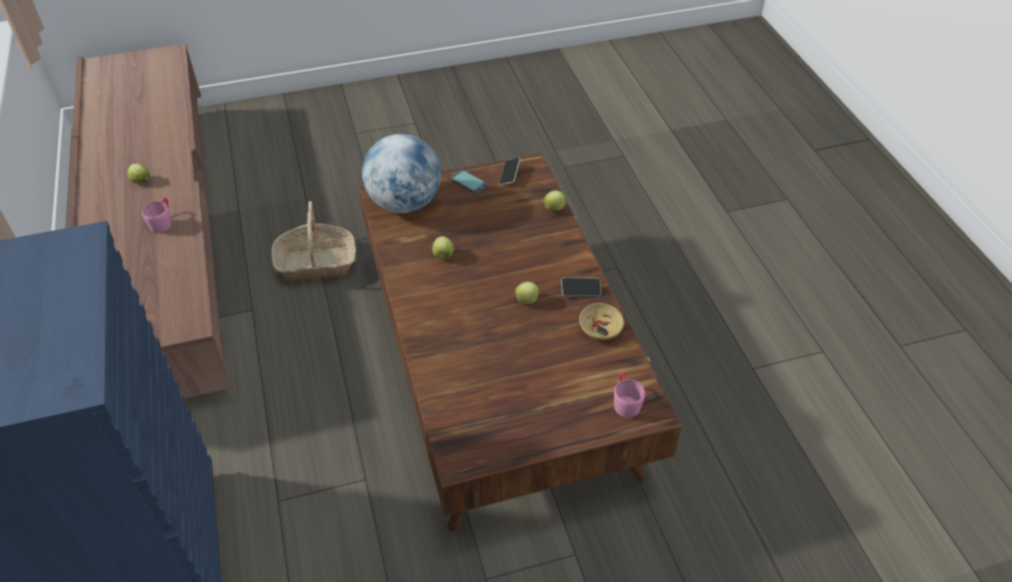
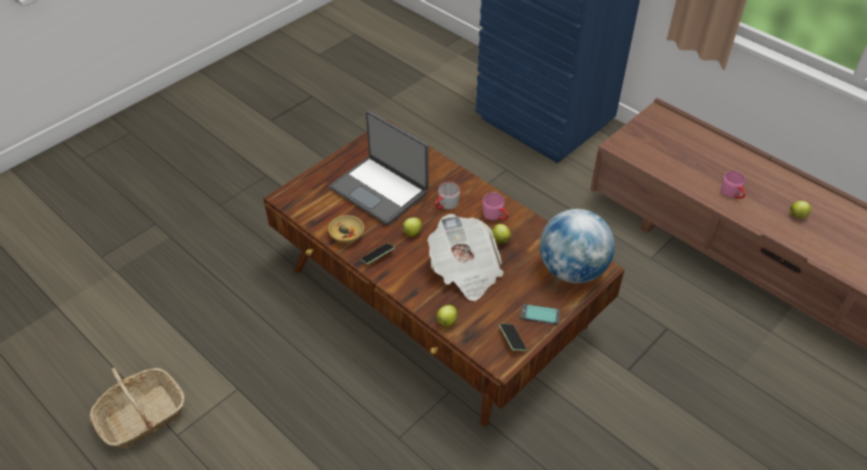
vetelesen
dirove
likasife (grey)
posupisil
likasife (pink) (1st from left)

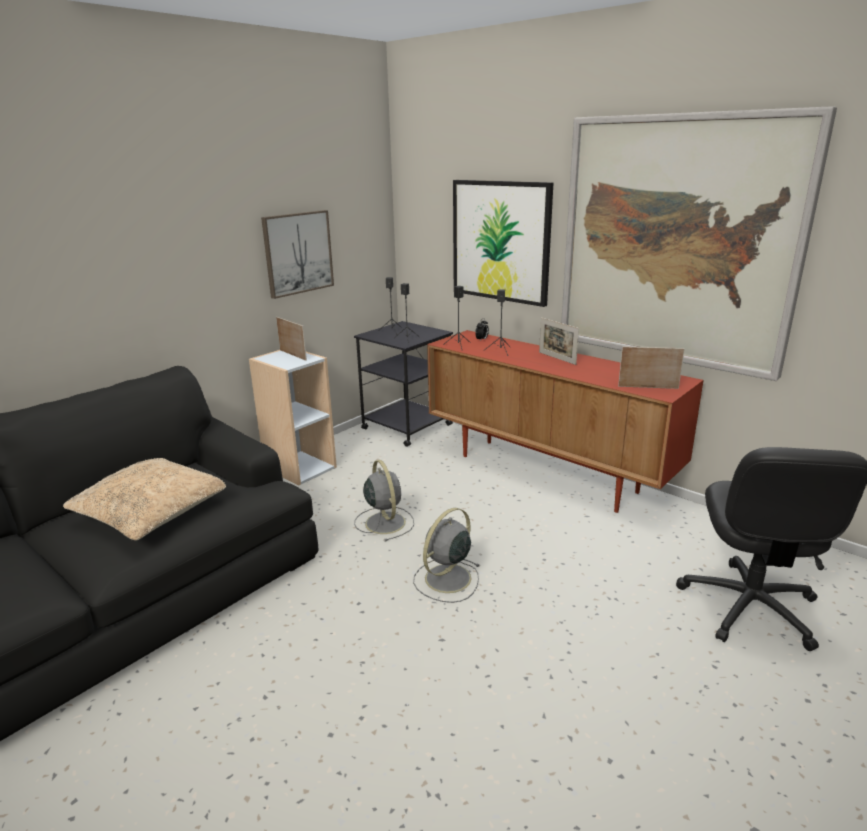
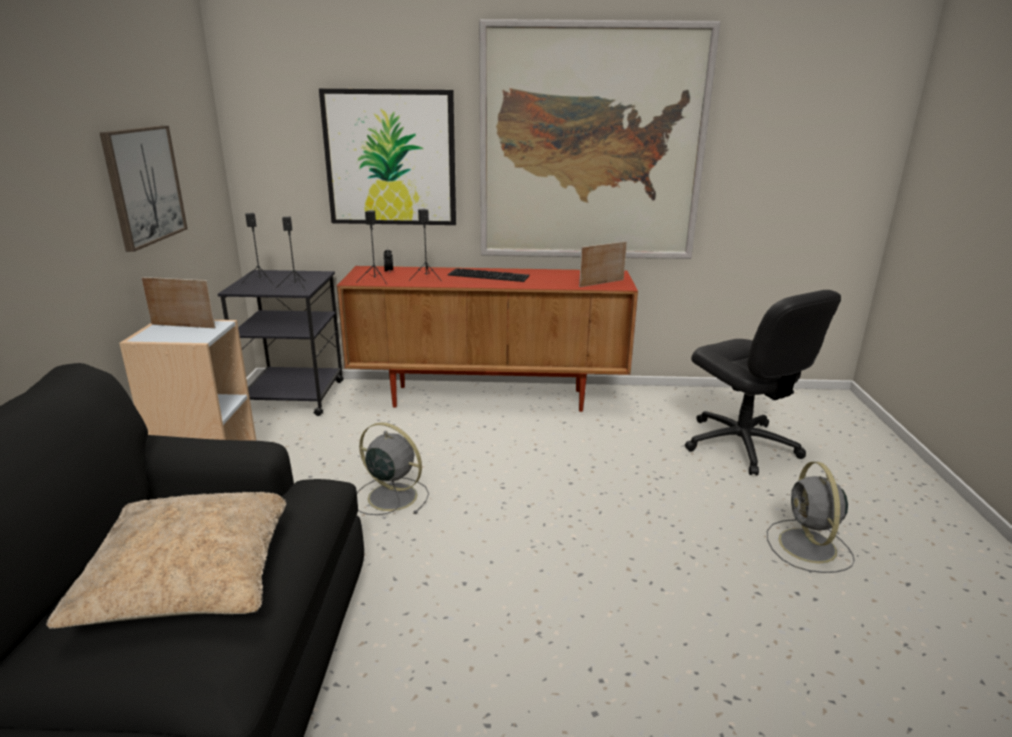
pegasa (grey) (2nd from left)
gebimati

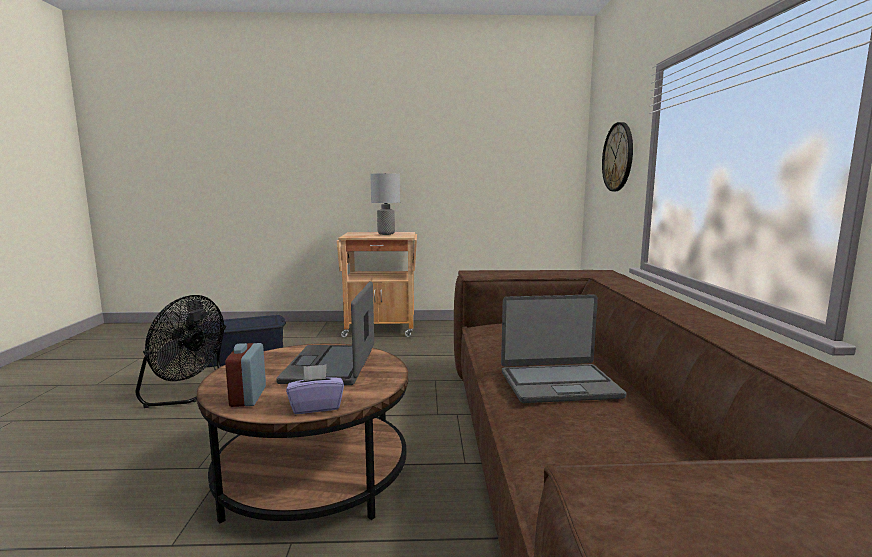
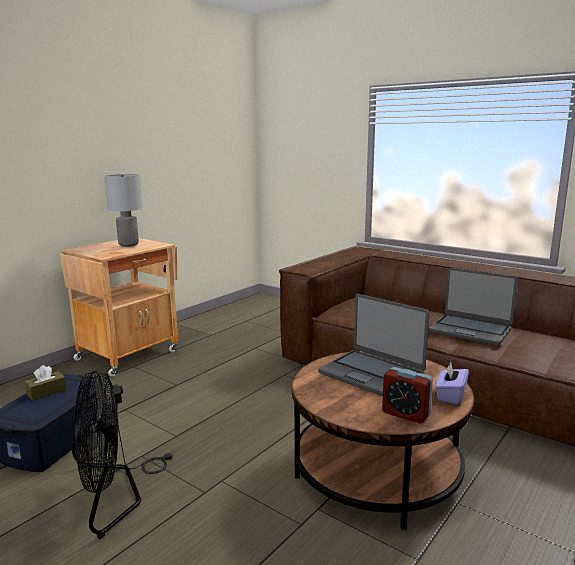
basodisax
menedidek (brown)
vetelesen (2nd from left)

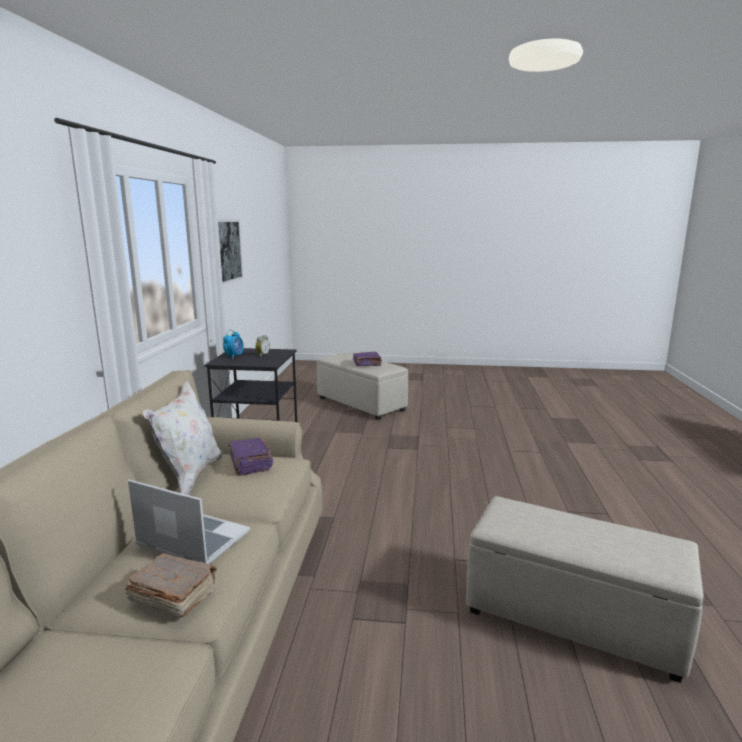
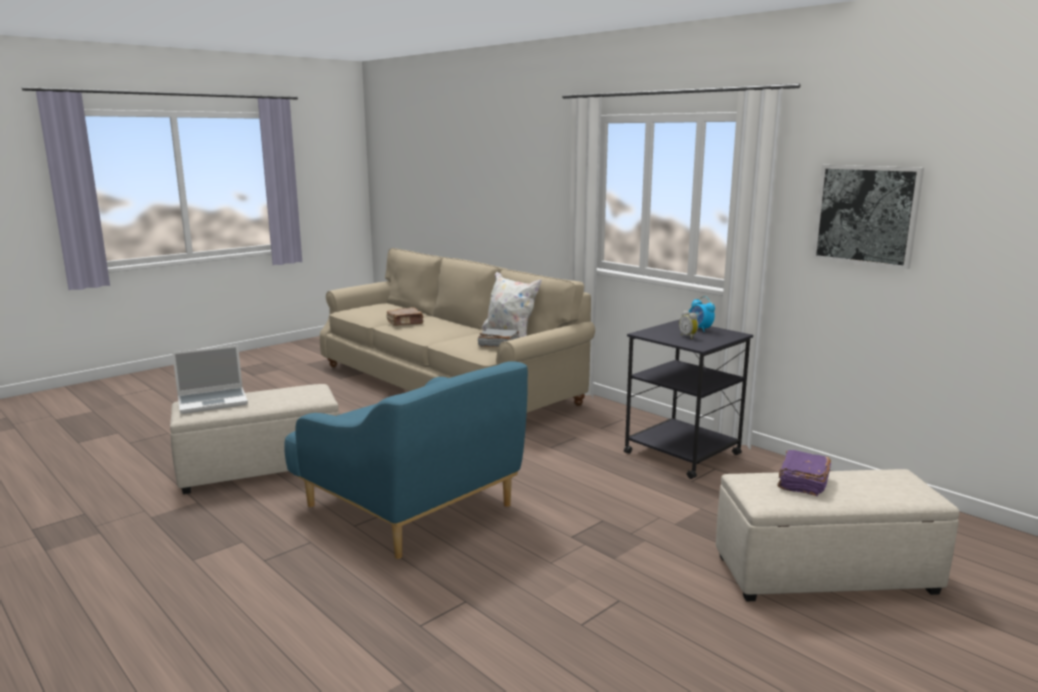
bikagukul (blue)
vetelesen
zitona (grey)

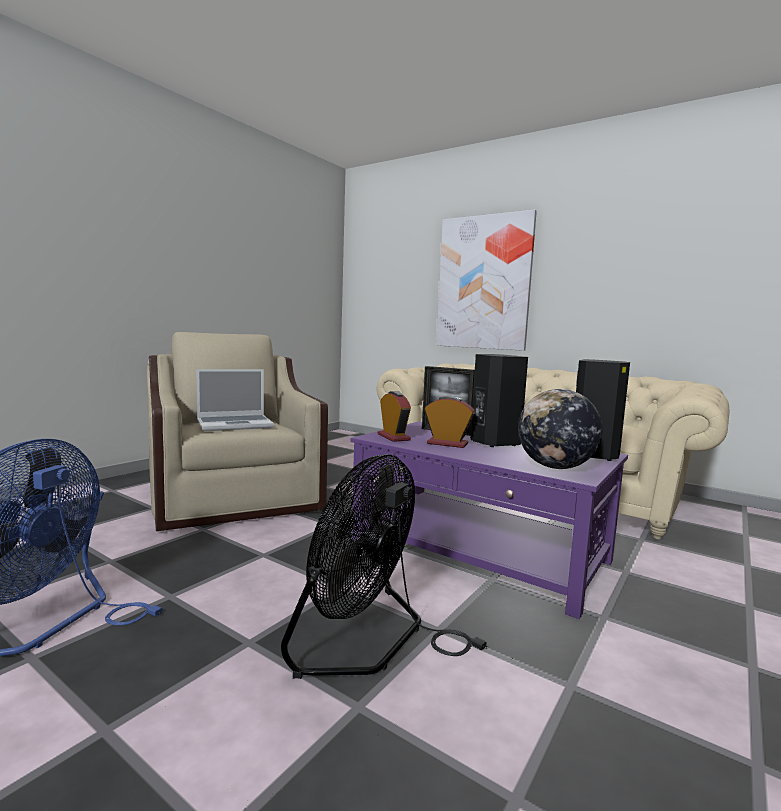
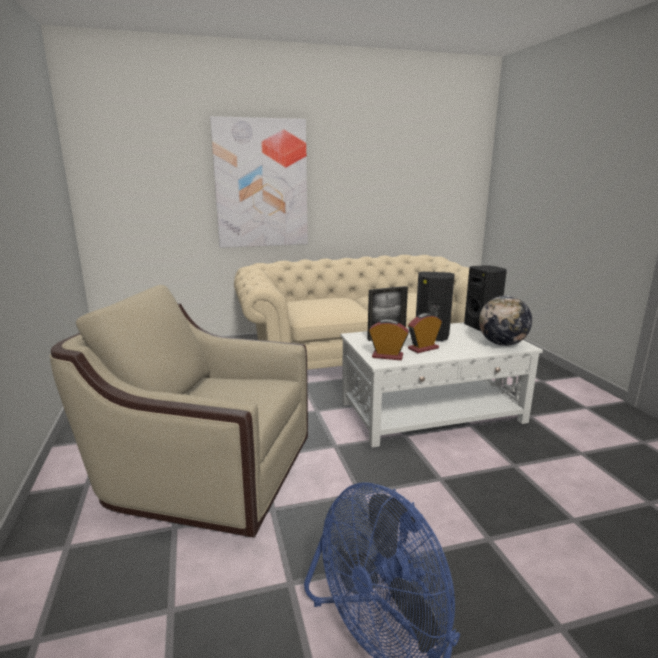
vetelesen
pegasa (black)
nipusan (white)

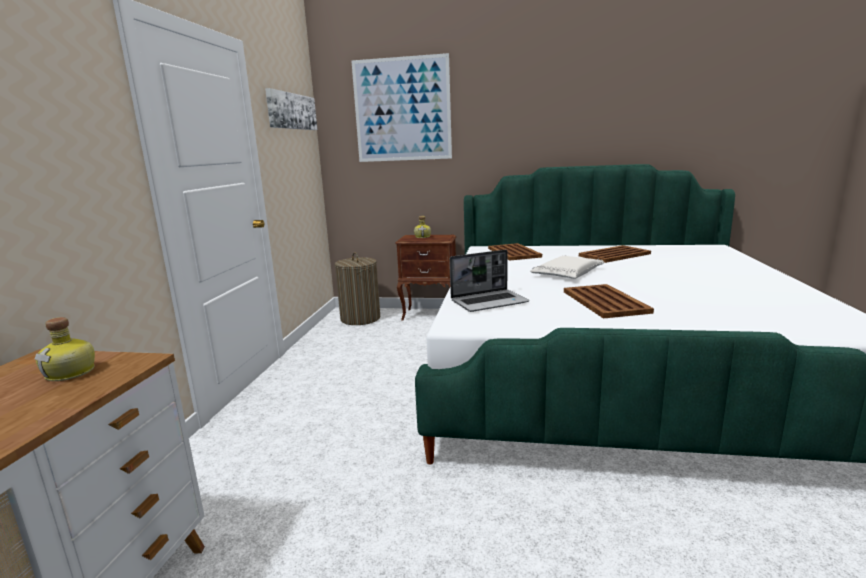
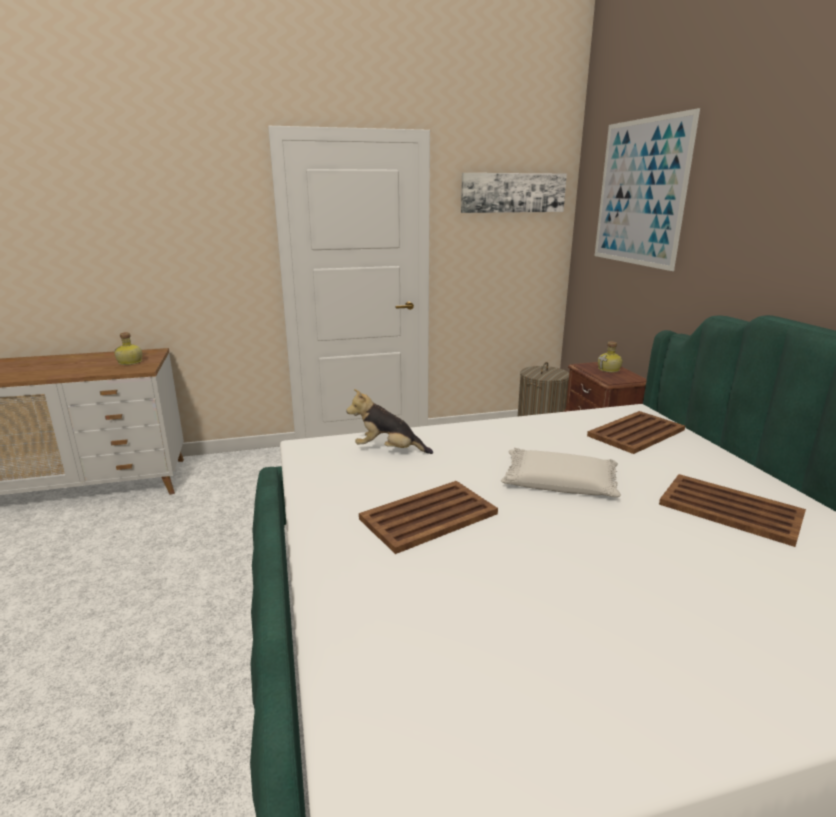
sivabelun

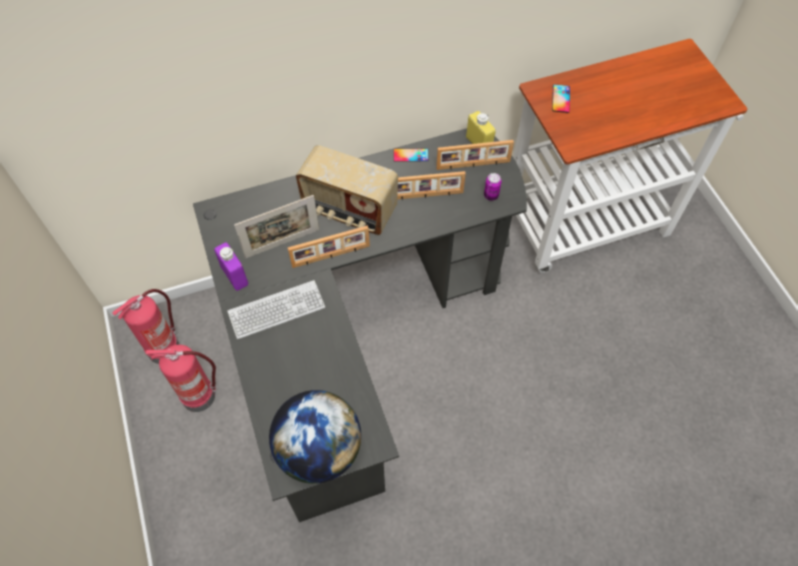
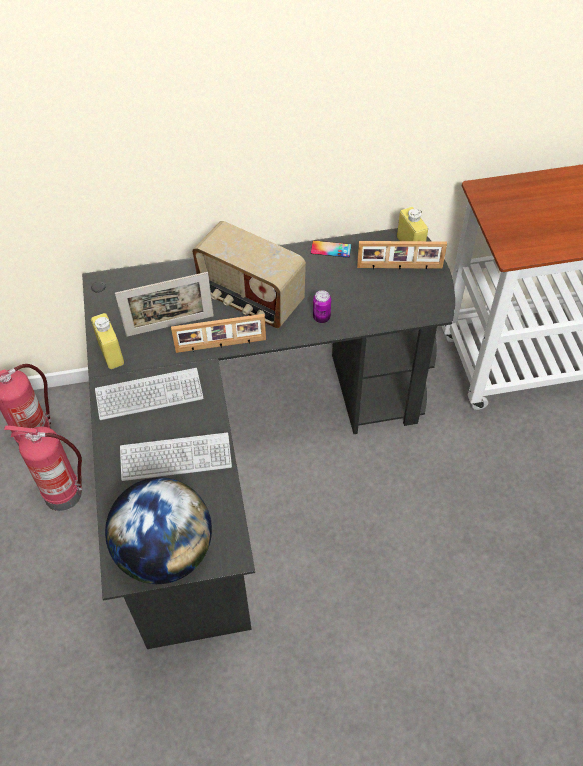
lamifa (3rd from left in the first image)
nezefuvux (2nd from left in the first image)
gebimati (2nd from left)
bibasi
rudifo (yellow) (1st from left)

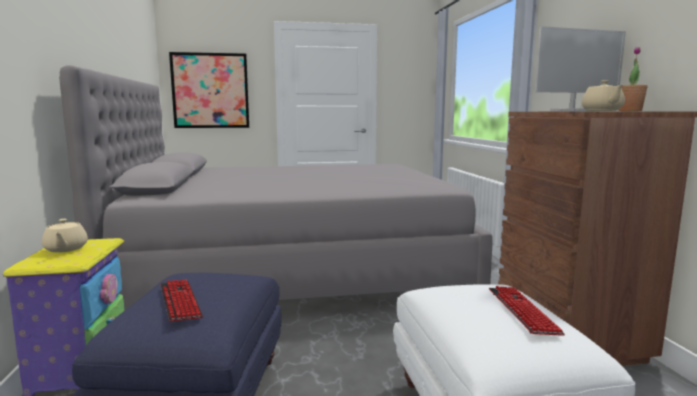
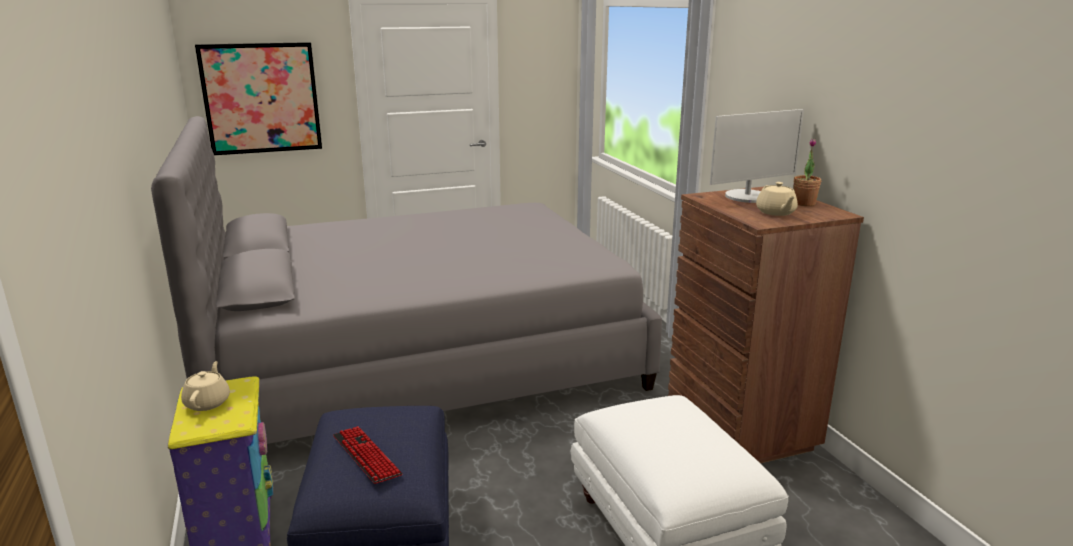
gebimati (2nd from left in the first image)
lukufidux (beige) (1st from left)

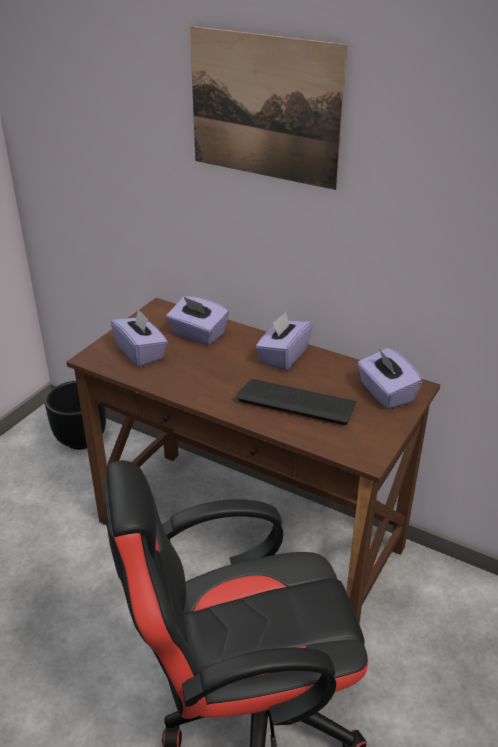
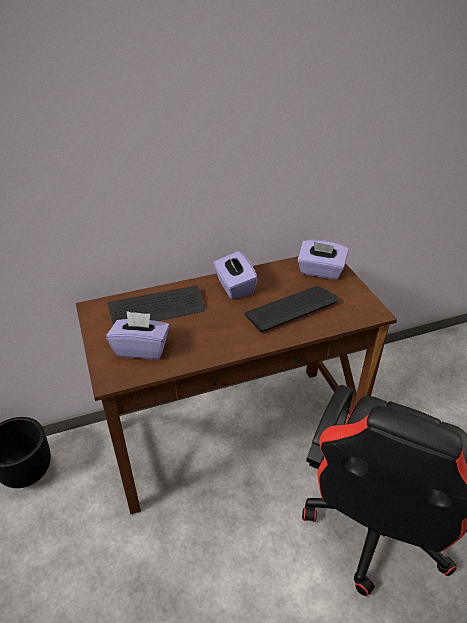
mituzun
gebimati (1st from left)

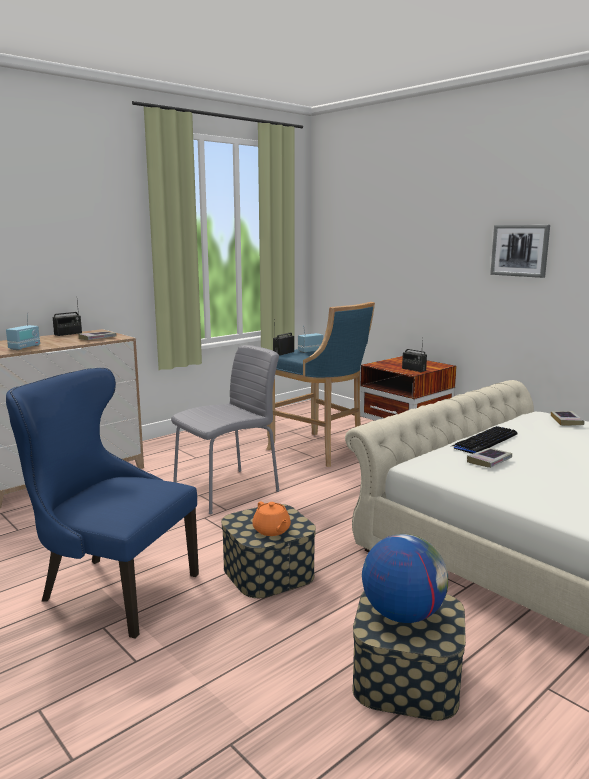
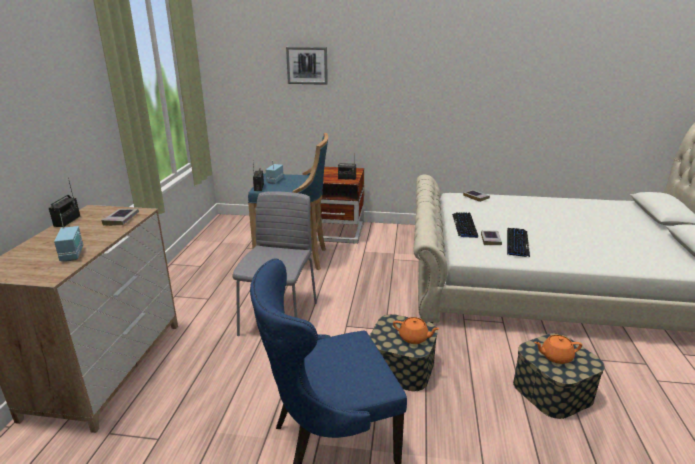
gebimati (2nd from left)
mituzun
lukufidux (orange) (2nd from left)

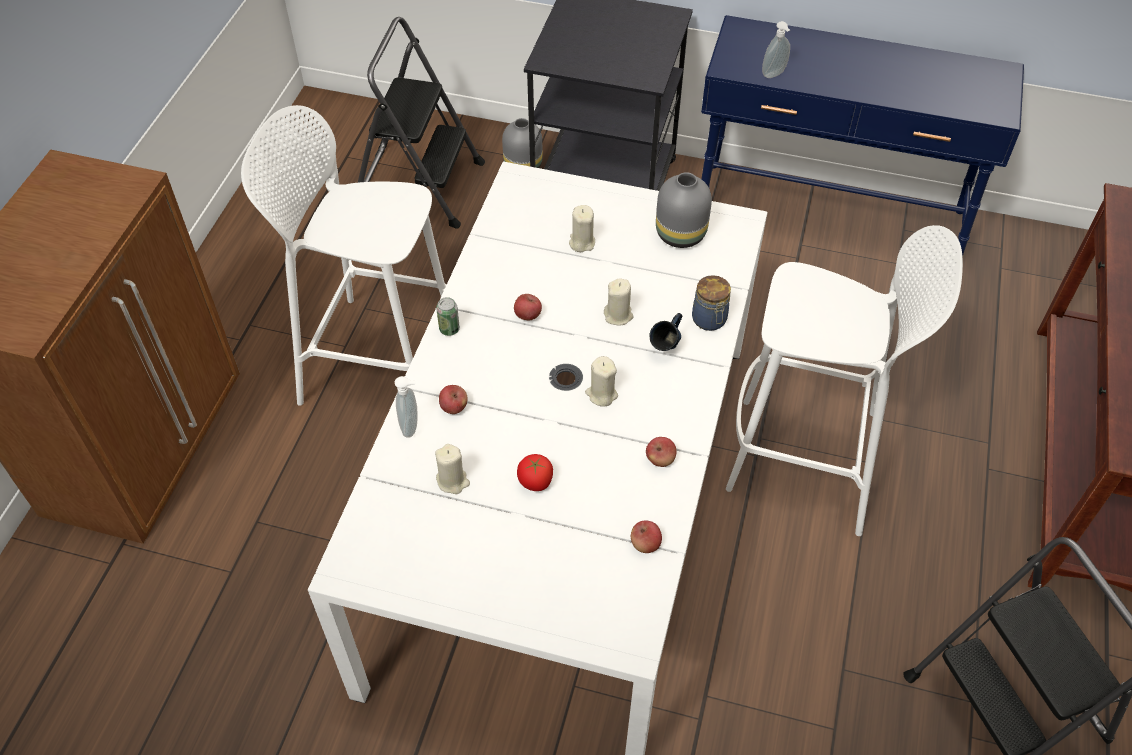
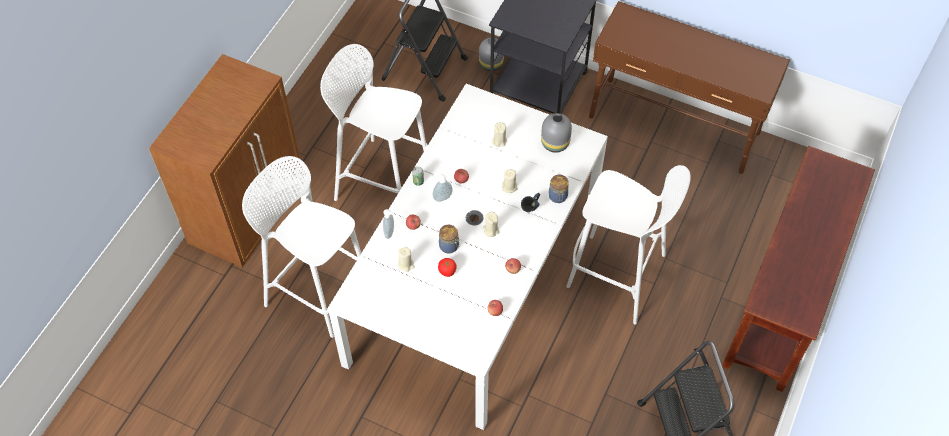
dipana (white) (1st from left)
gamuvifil (1st from left)
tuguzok (2nd from left)
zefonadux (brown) (1st from left)

